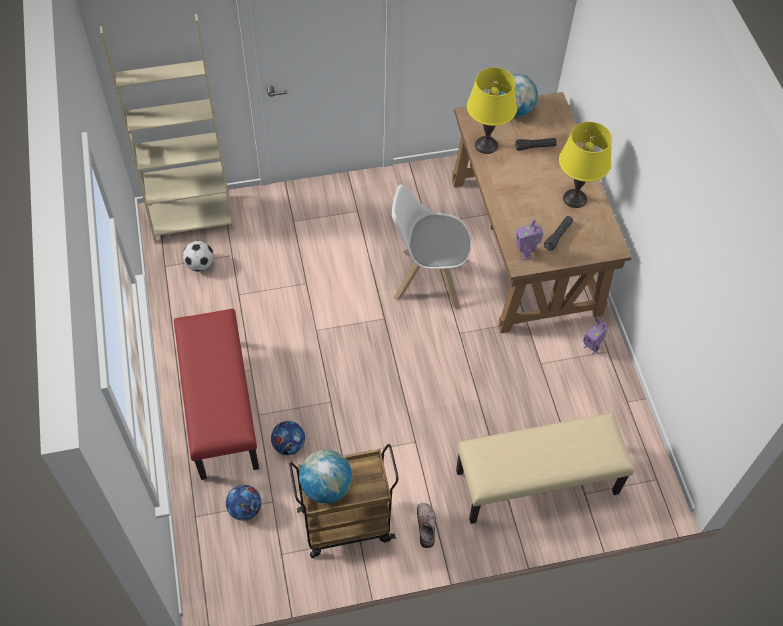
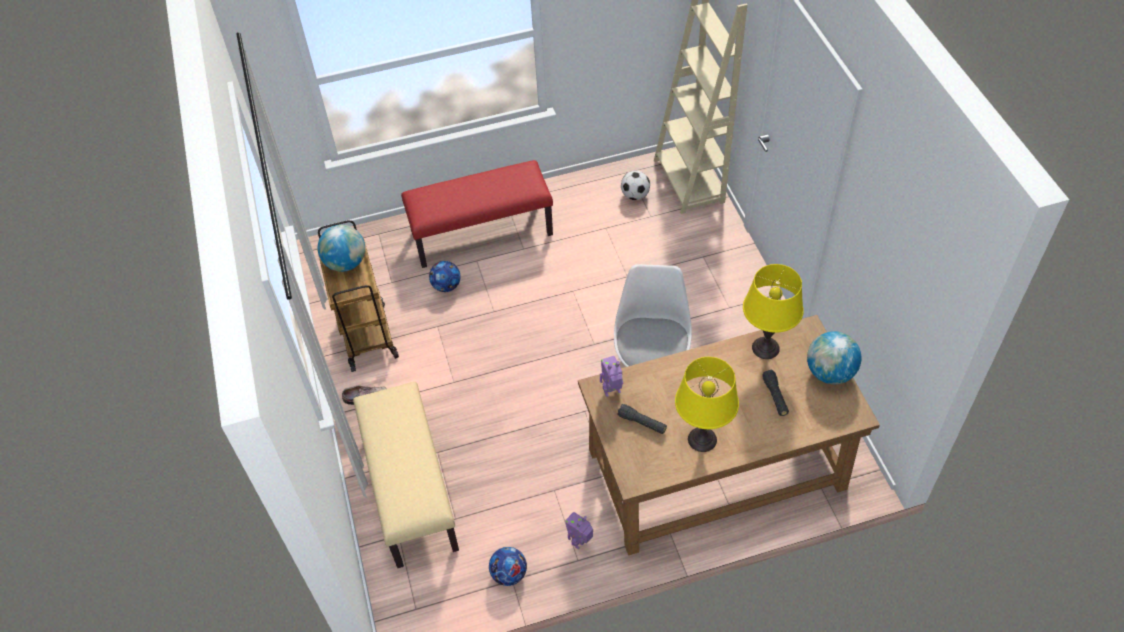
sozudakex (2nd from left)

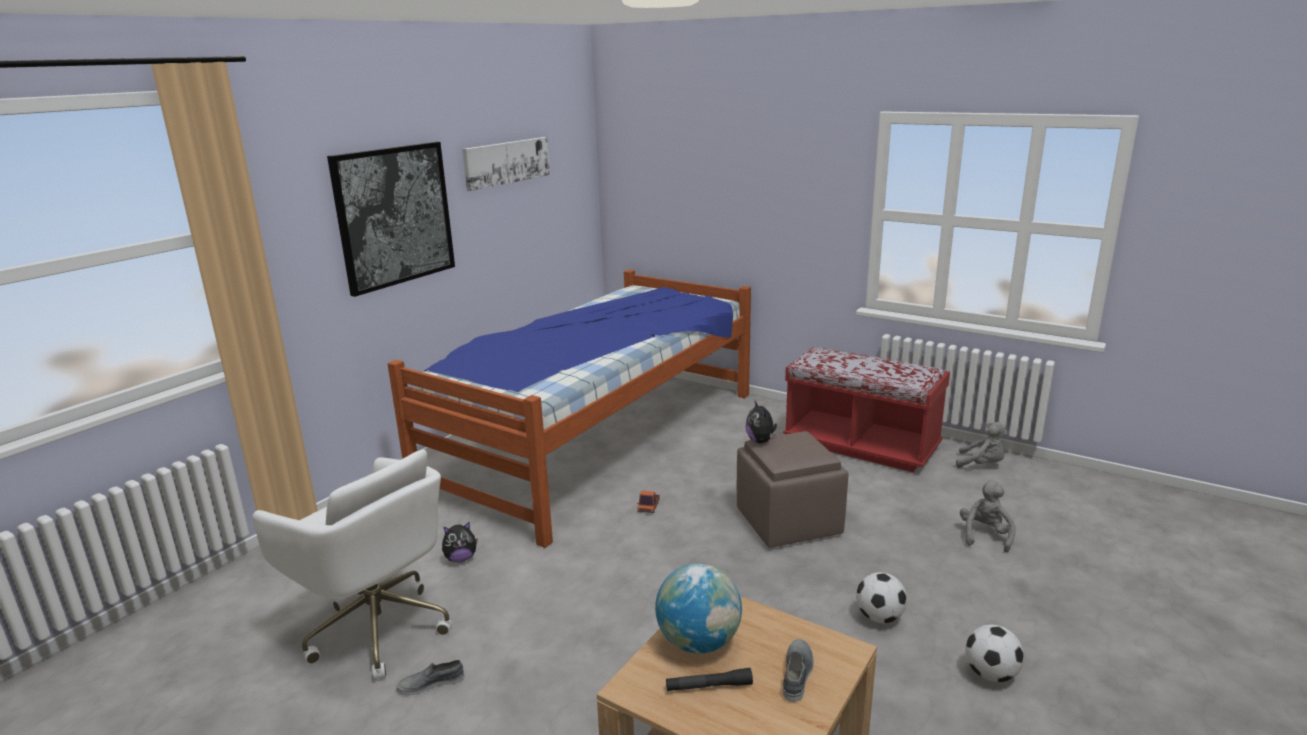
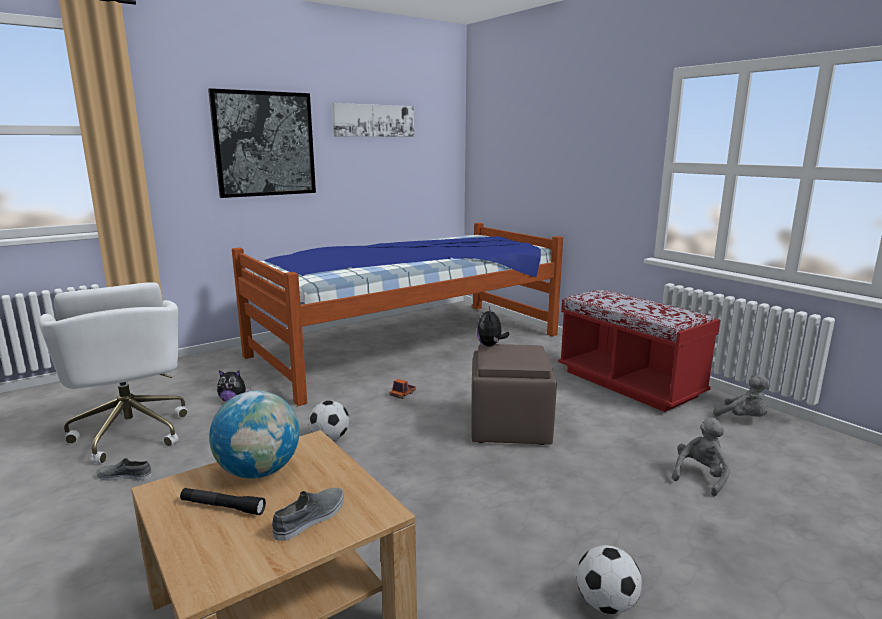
sozudakex (1st from left)

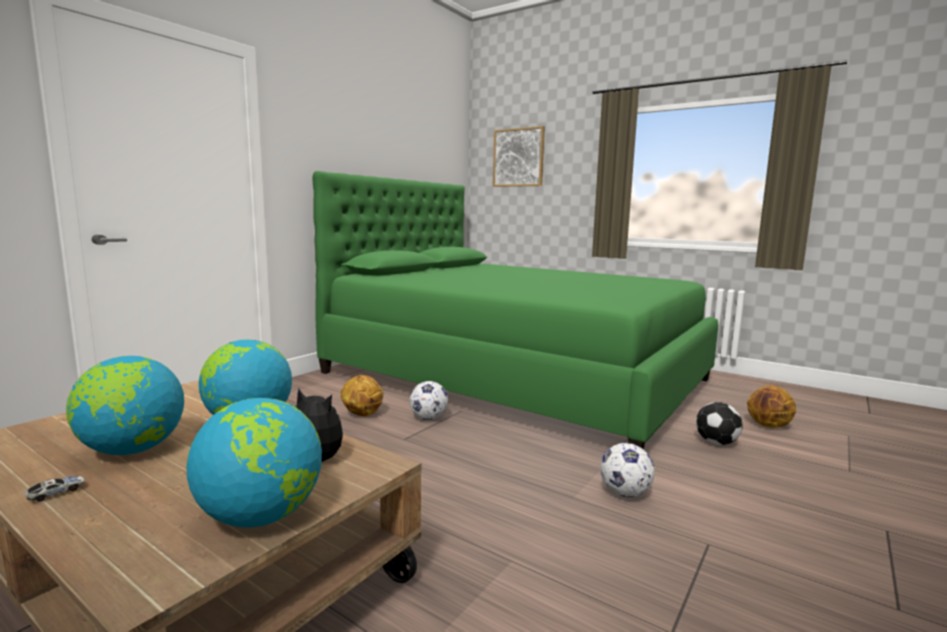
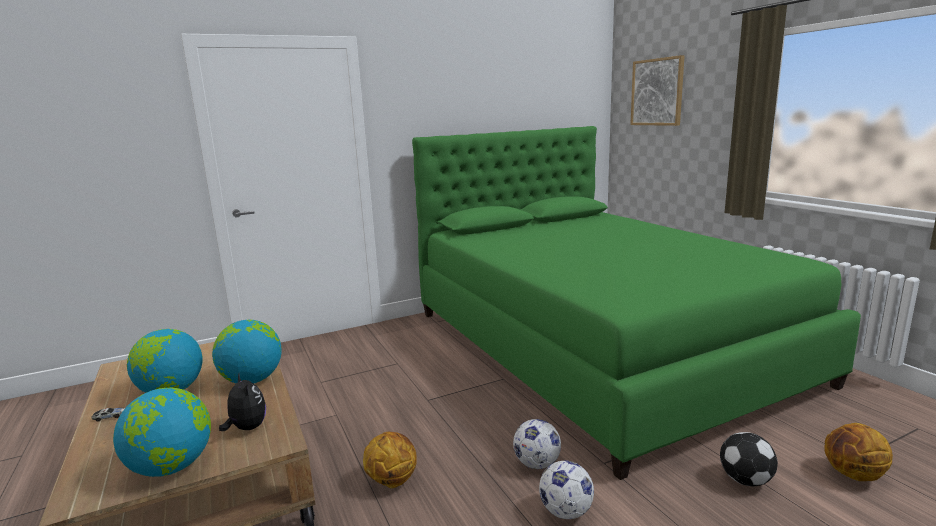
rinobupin (1st from left)
sozudakex (1st from left)

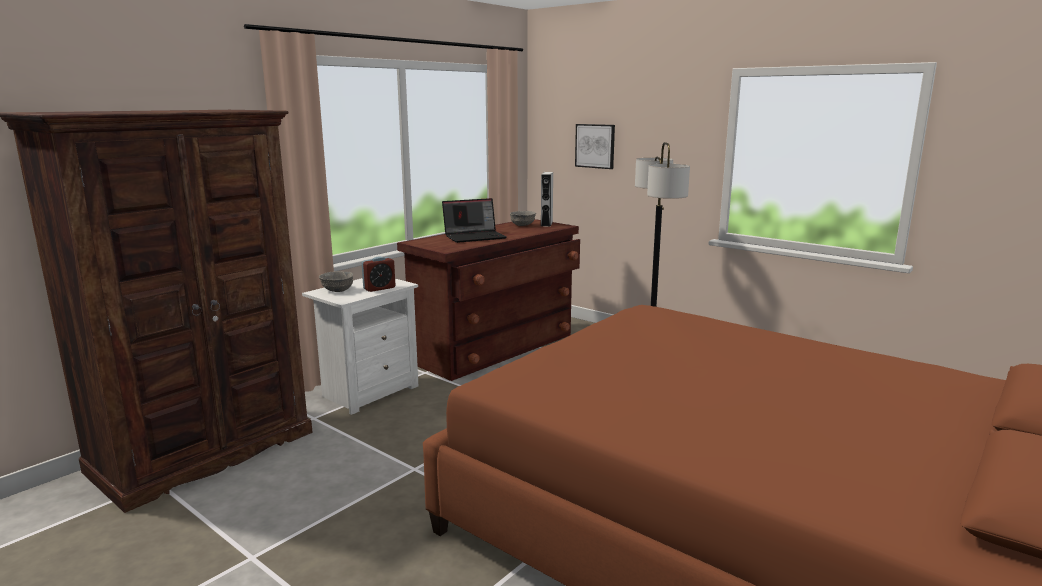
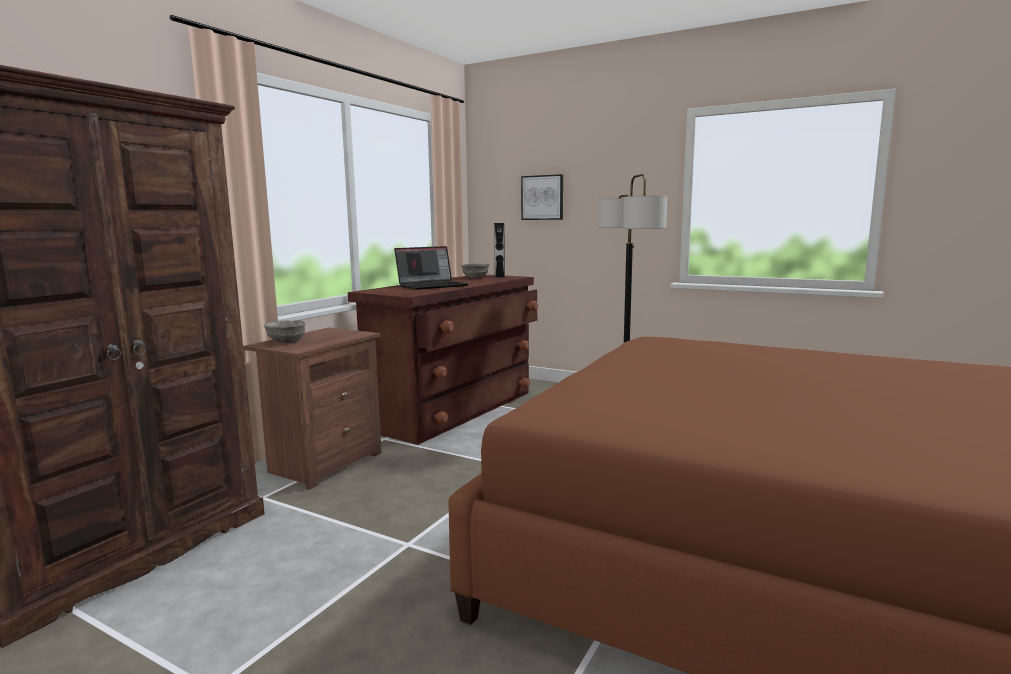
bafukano
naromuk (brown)

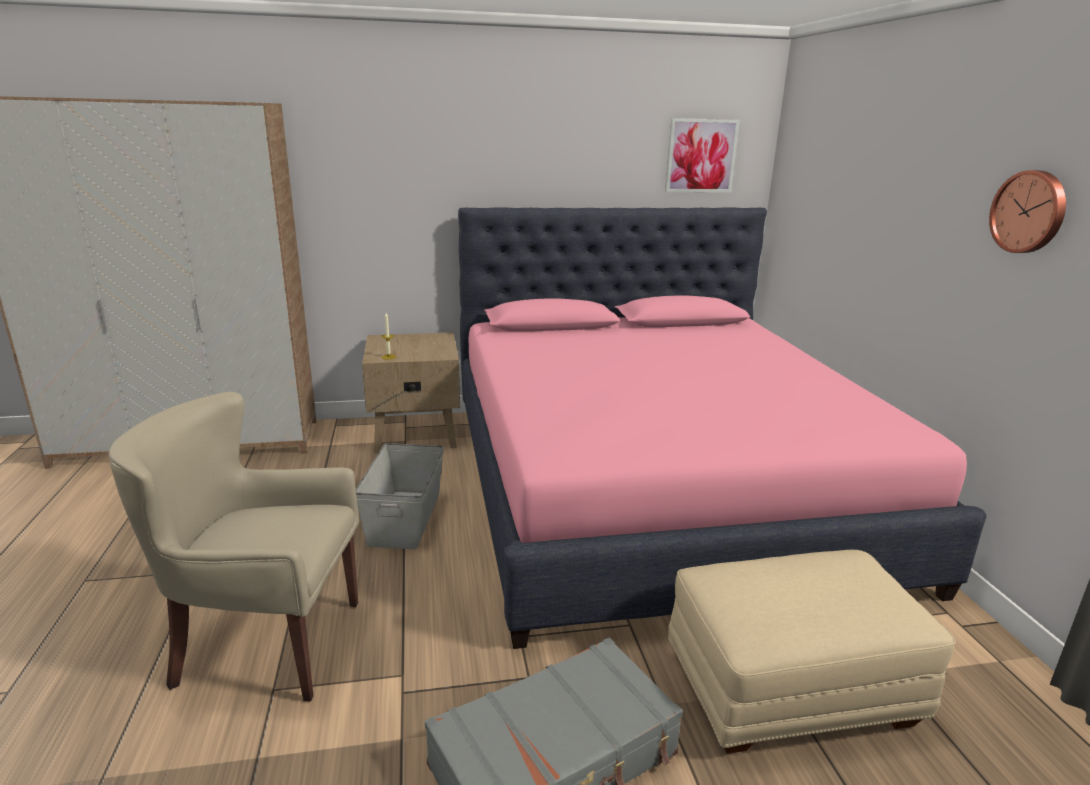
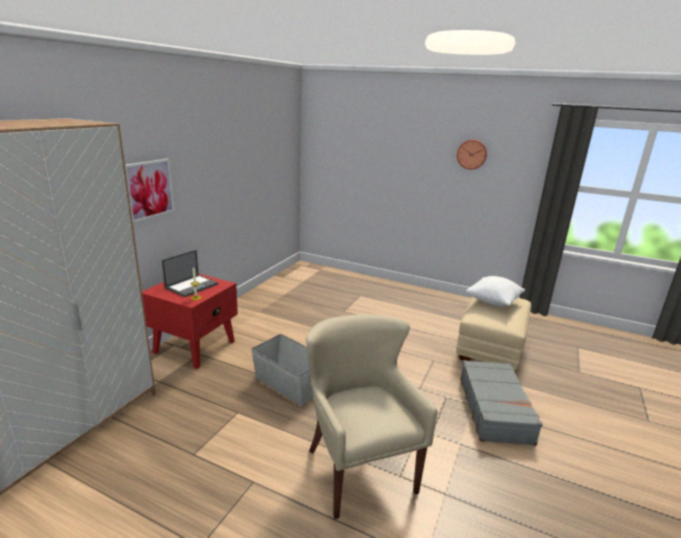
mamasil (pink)
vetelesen
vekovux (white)
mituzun
naromuk (red)
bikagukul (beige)

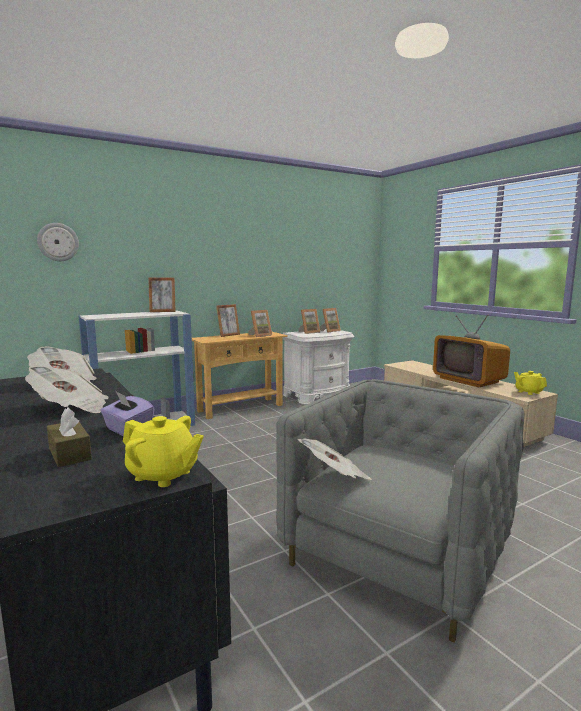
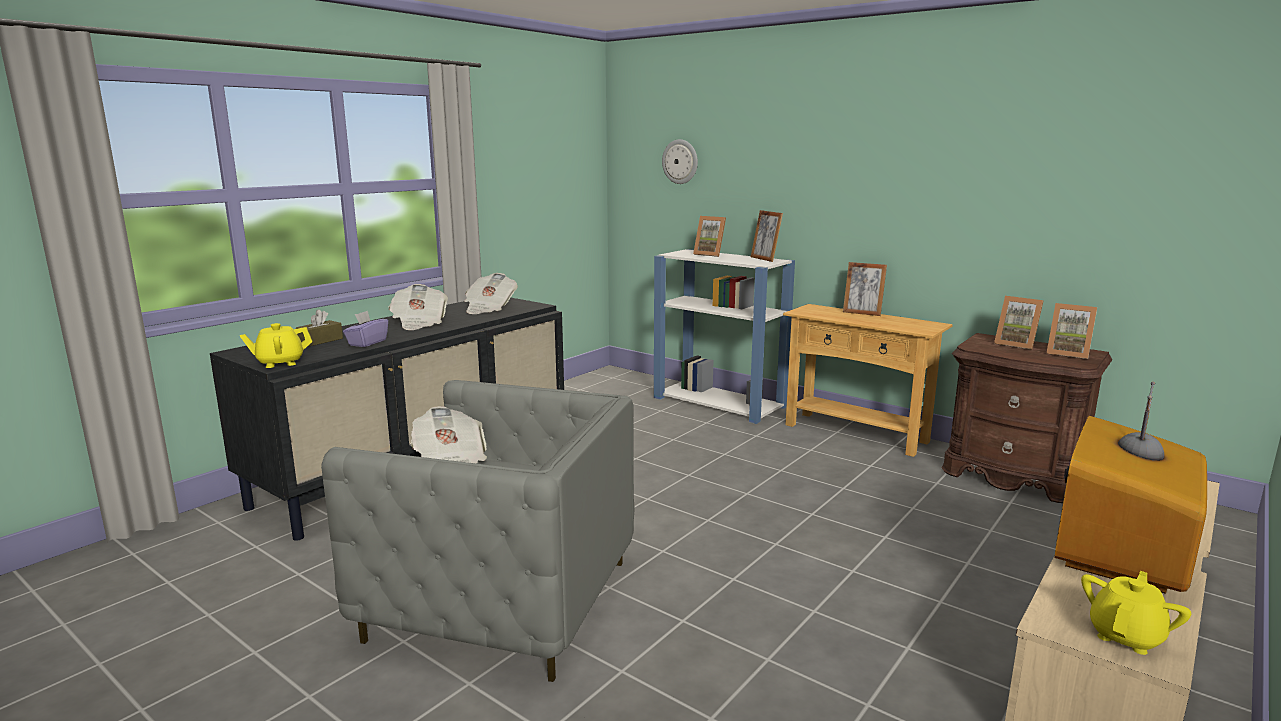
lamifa (1st from left)
naromuk (brown)
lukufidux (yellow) (1st from left)

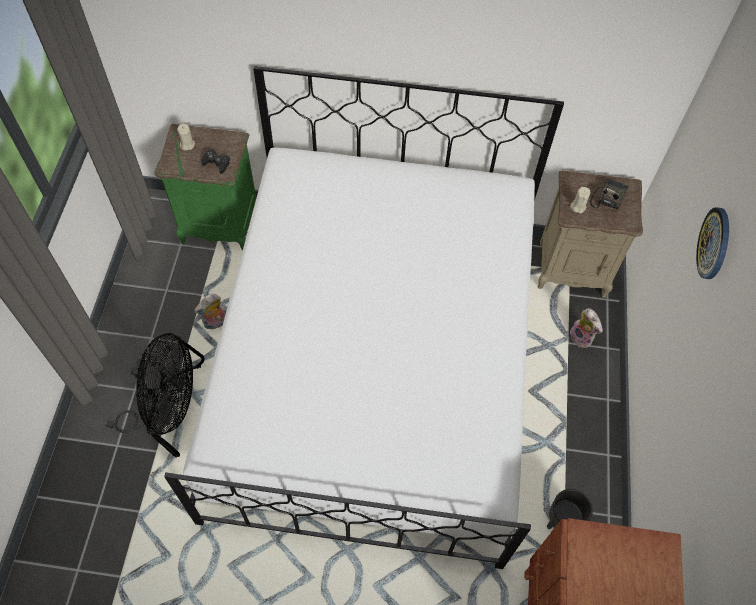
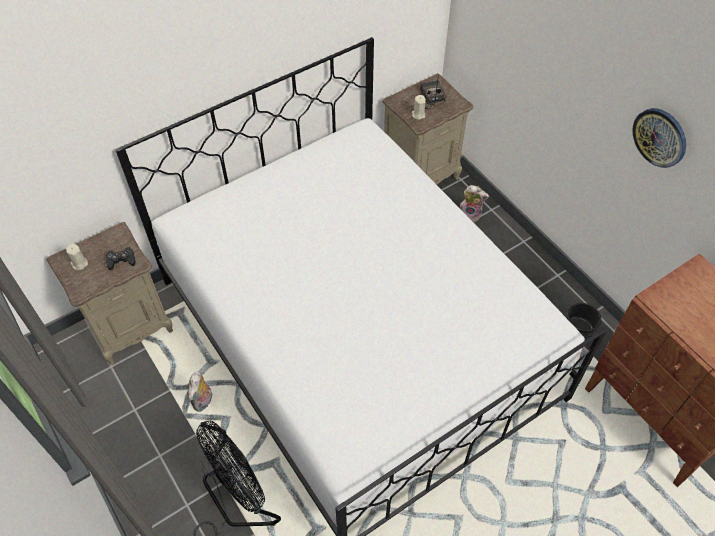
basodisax
naromuk (beige) (1st from left)

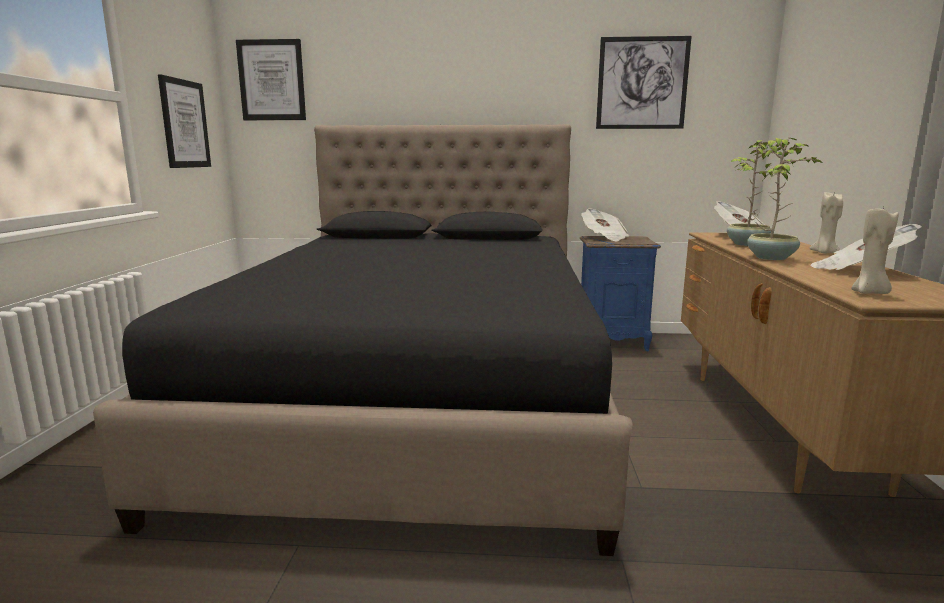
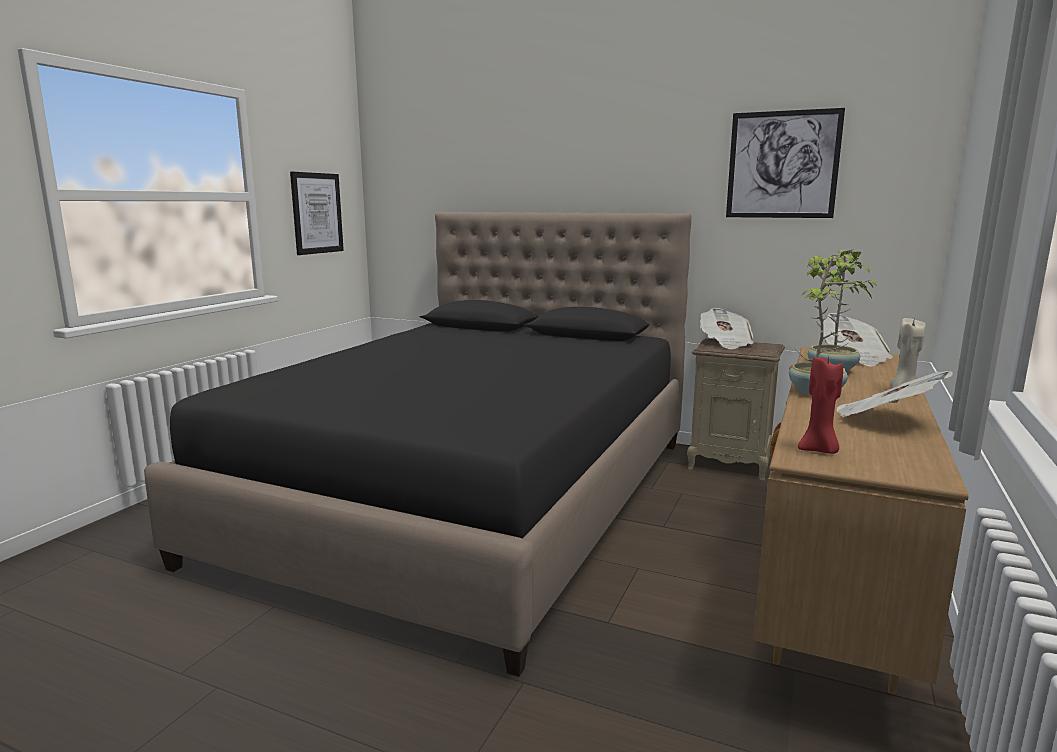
mituzun (2nd from left in the first image)
naromuk (beige)
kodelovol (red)

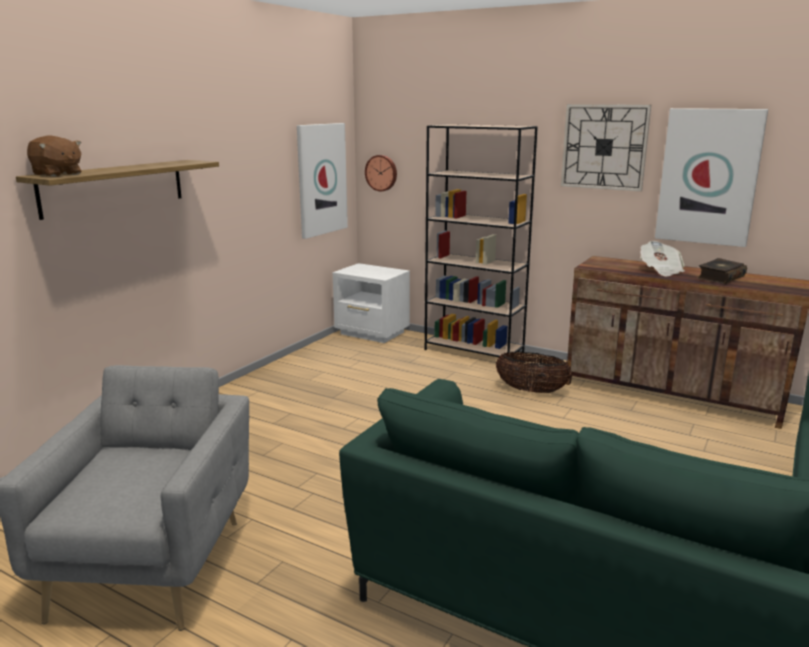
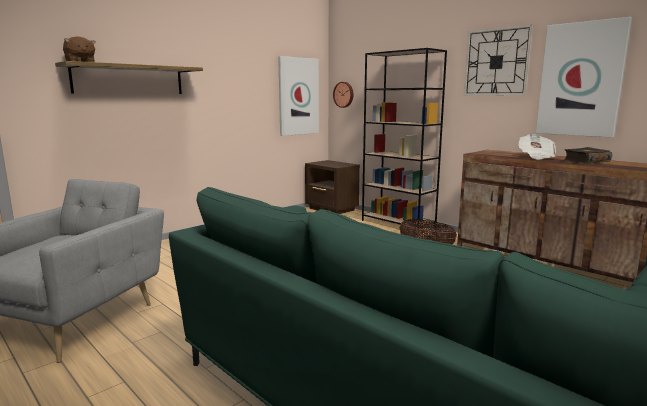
naromuk (brown)

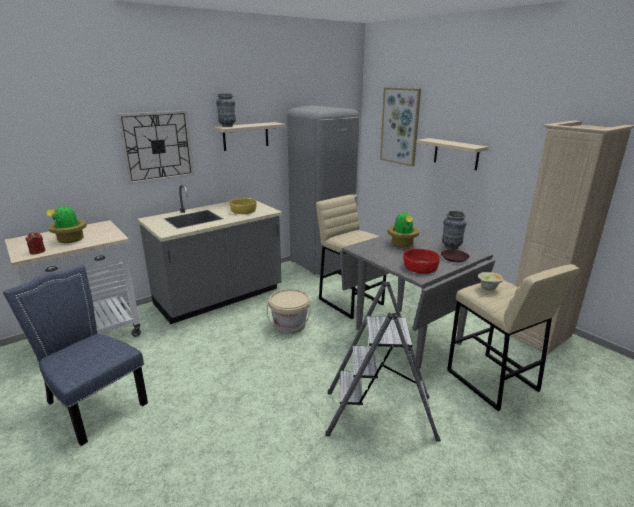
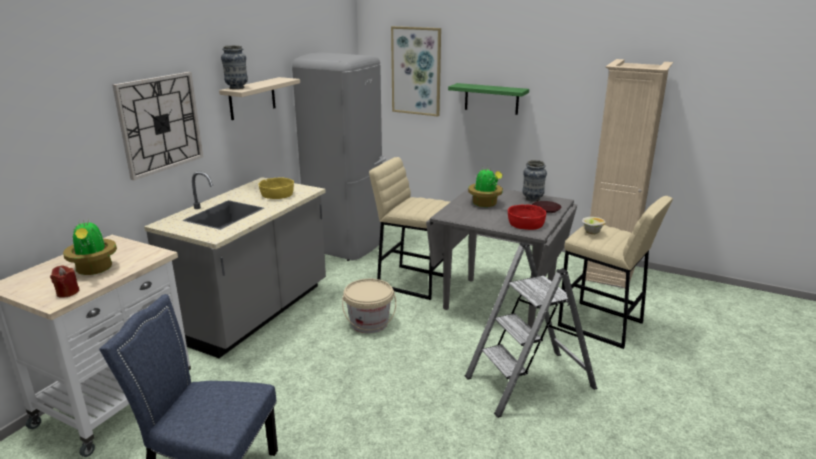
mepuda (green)

